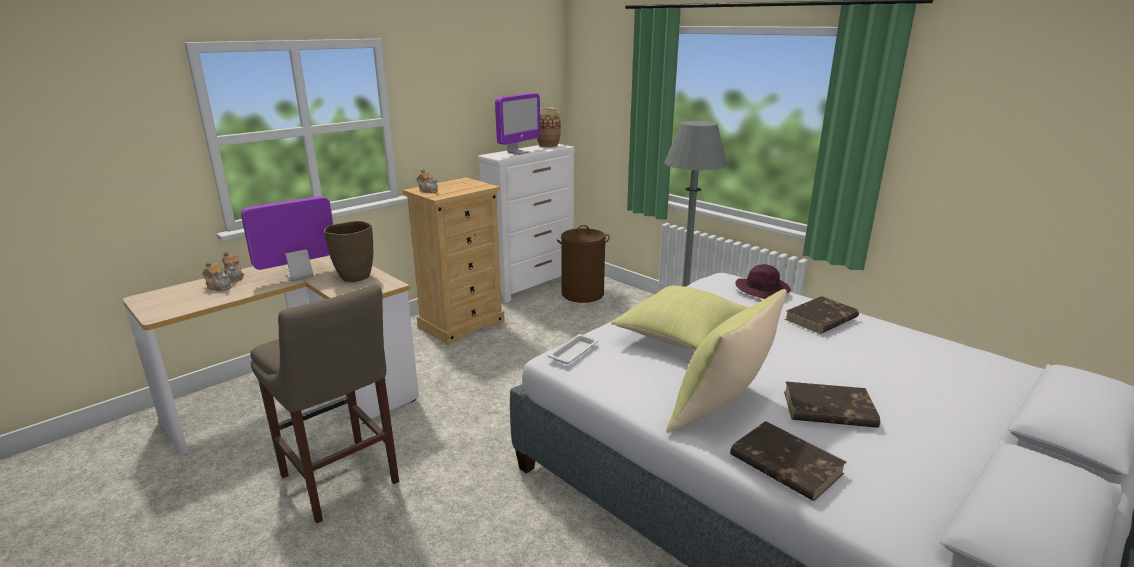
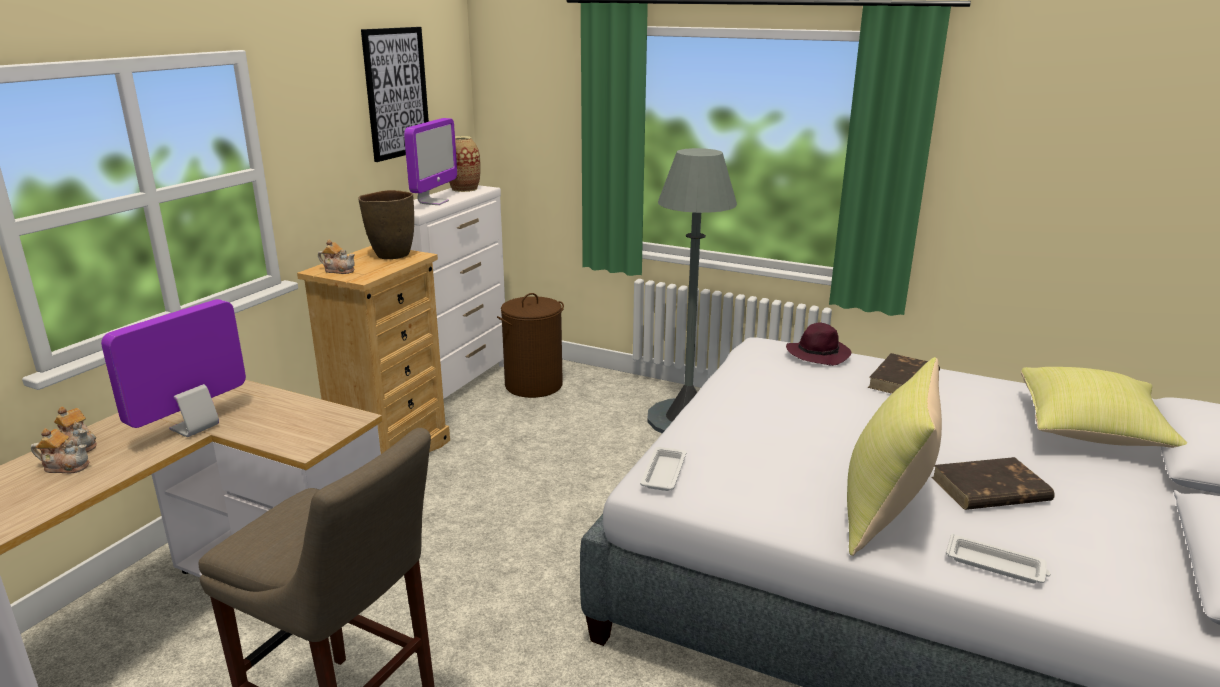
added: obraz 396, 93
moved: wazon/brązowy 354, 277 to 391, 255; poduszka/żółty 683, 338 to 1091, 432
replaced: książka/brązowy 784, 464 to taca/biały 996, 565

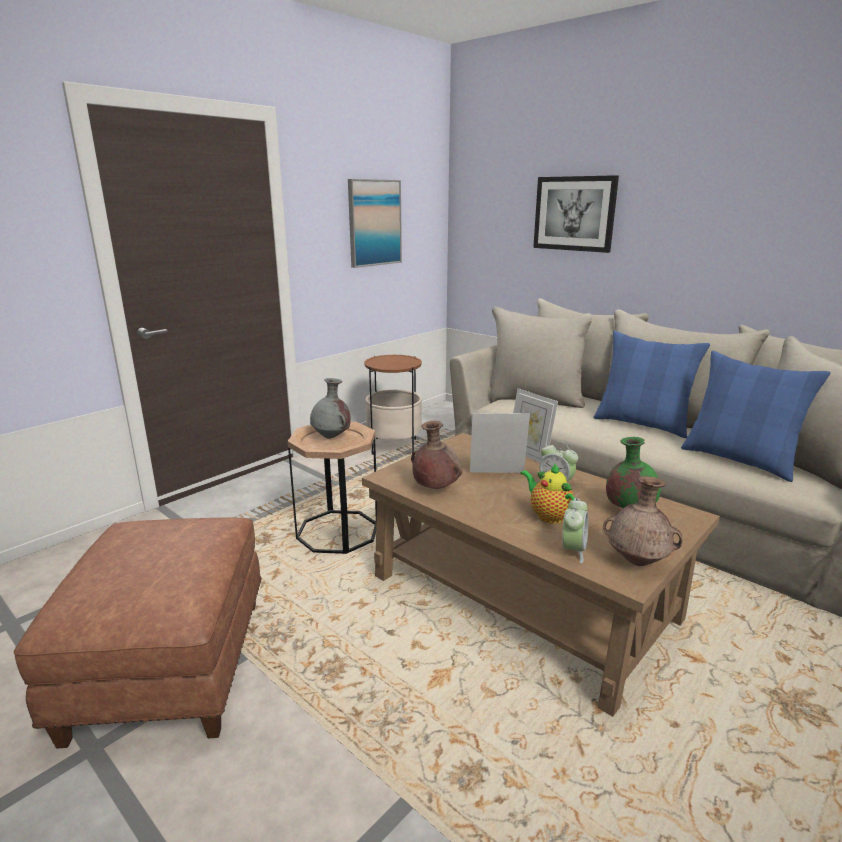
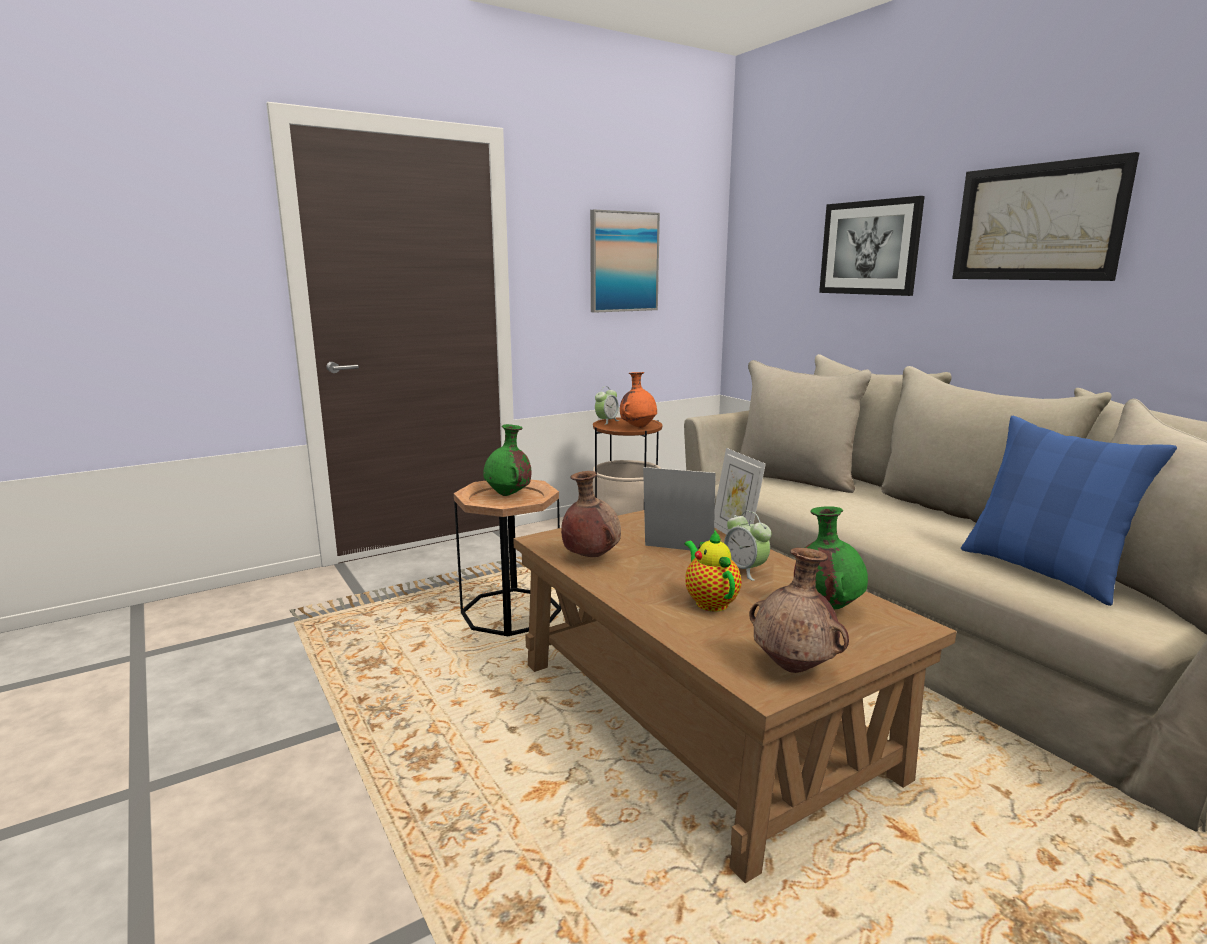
removed: pufa/brązowy 169, 665; poduszka/niebieski 642, 424
added: wazon/pomarańczowy 638, 427; obraz 1037, 222
moved: budzik 573, 550 to 606, 421
recoloured: wazon/szary 332, 437 to wazon/zielony 509, 495

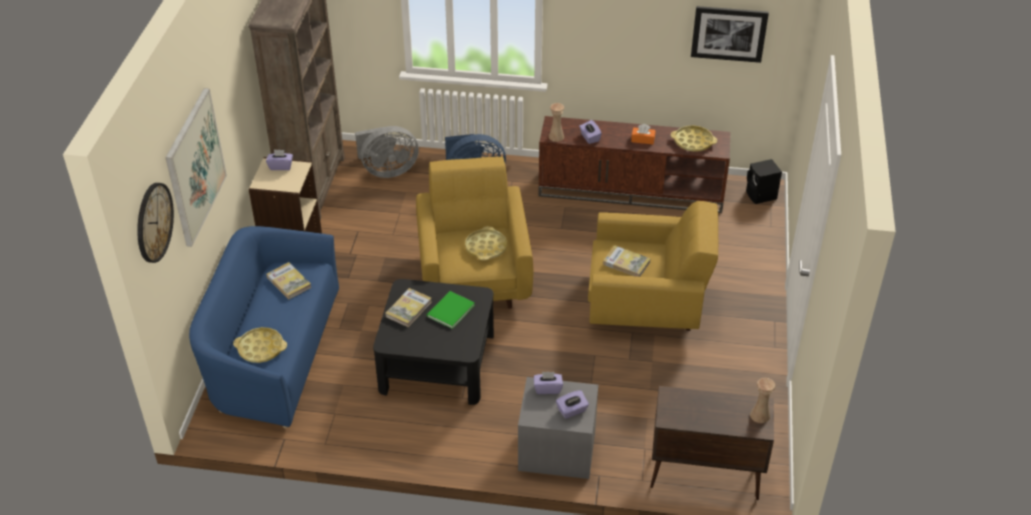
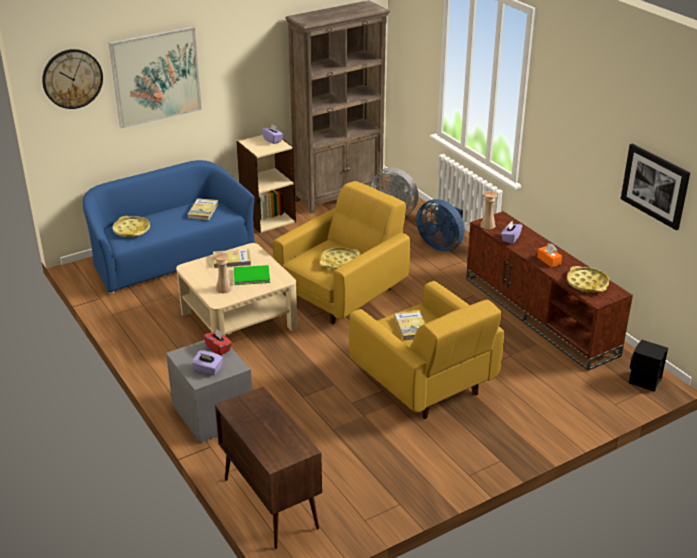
moved: wazon/beżowy 760, 415 to 224, 288
recoloured: ława/czarny 436, 361 to ława/beżowy 239, 319; pudełko chusteczek/fioletowy 547, 388 to pudełko chusteczek/czerwony 218, 348

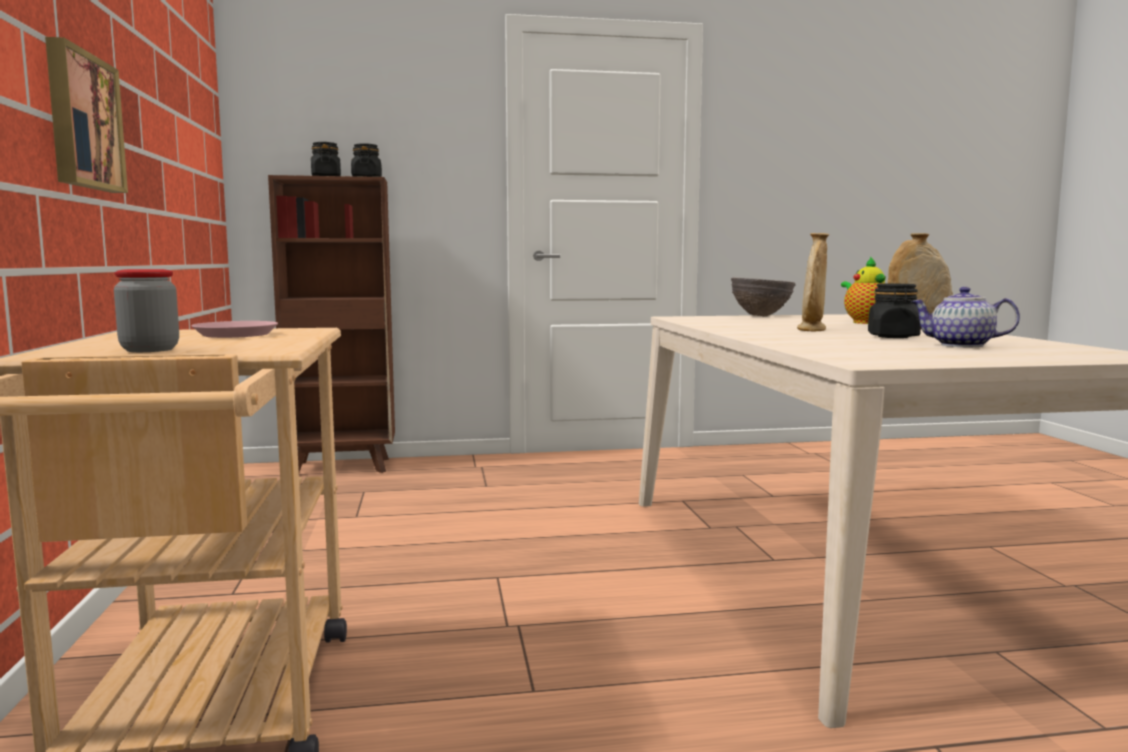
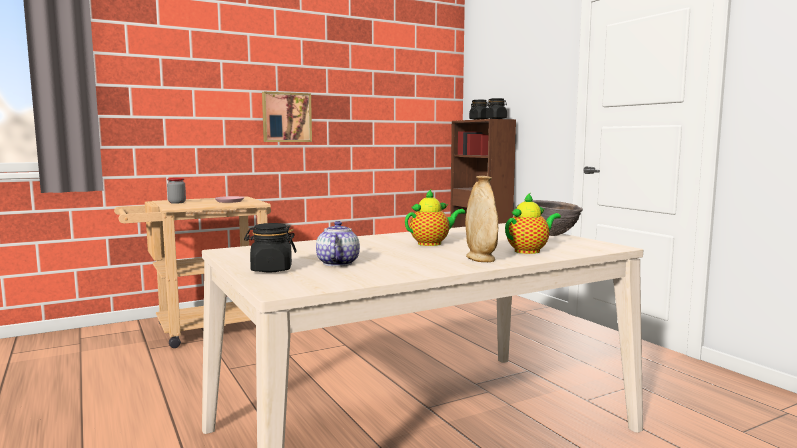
moved: słoik/czarny 893, 337 to 271, 269
replaced: wazon/beżowy 811, 329 to imbryk 432, 243

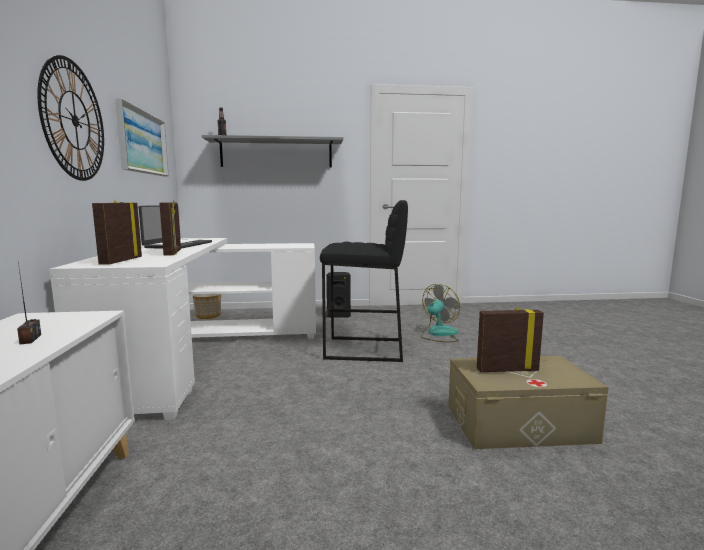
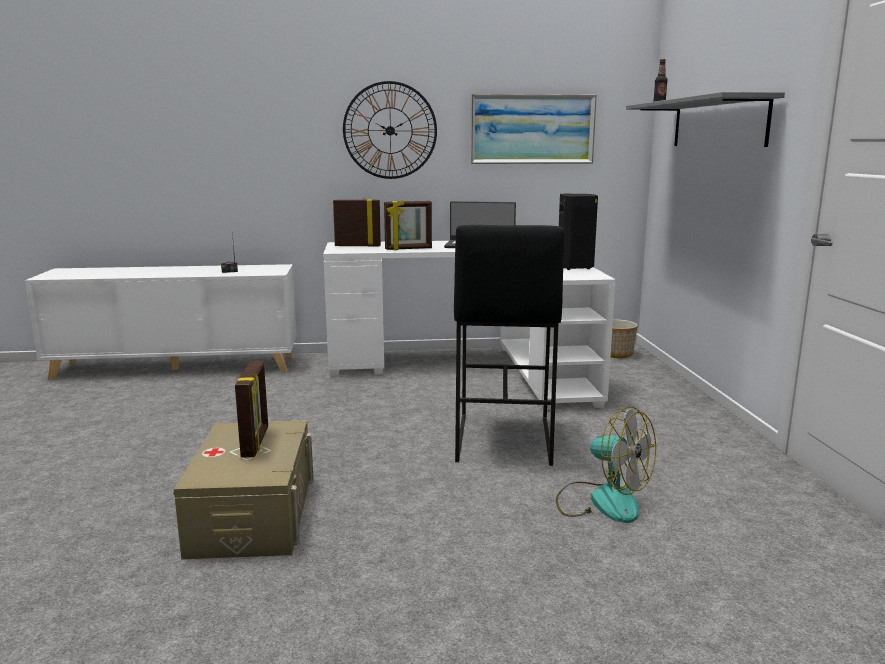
moved: głośnik/czarny 338, 315 to 575, 267

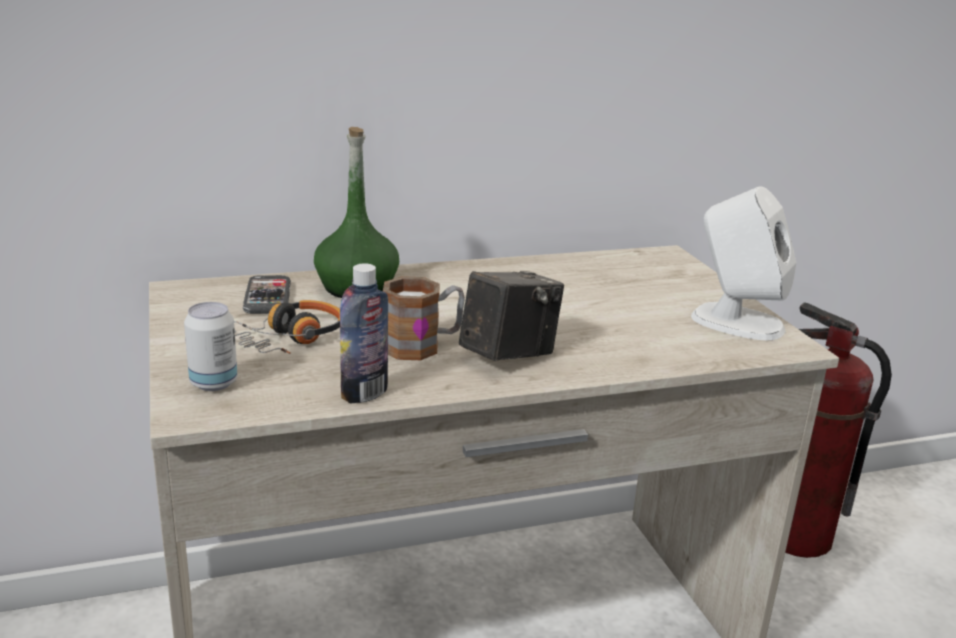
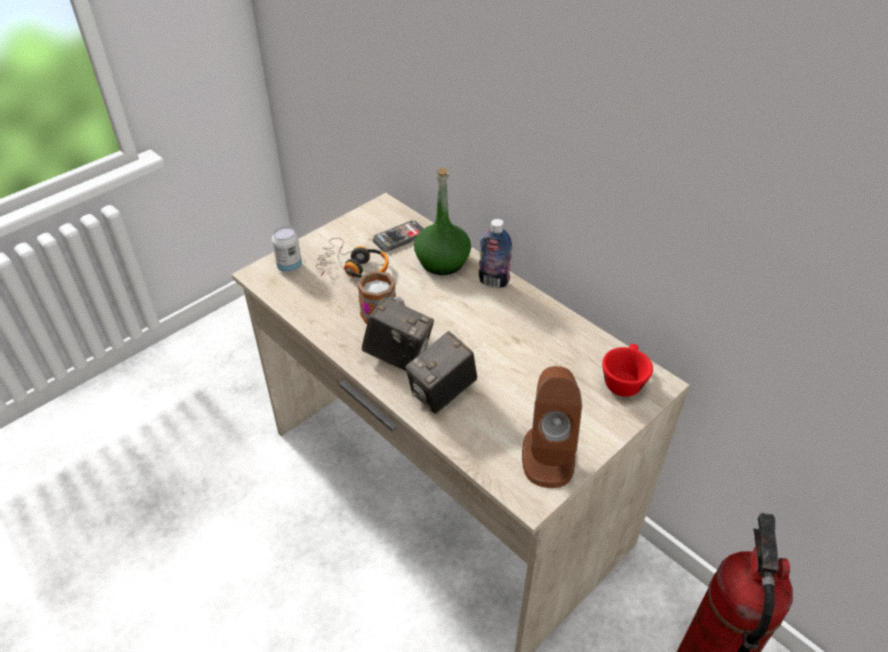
added: aparat fotograficzny 442, 393; filiżanka/czerwony 623, 380
moved: butelka 364, 393 to 493, 282
recoloured: głośnik/biały 736, 322 to głośnik/brązowy 548, 454

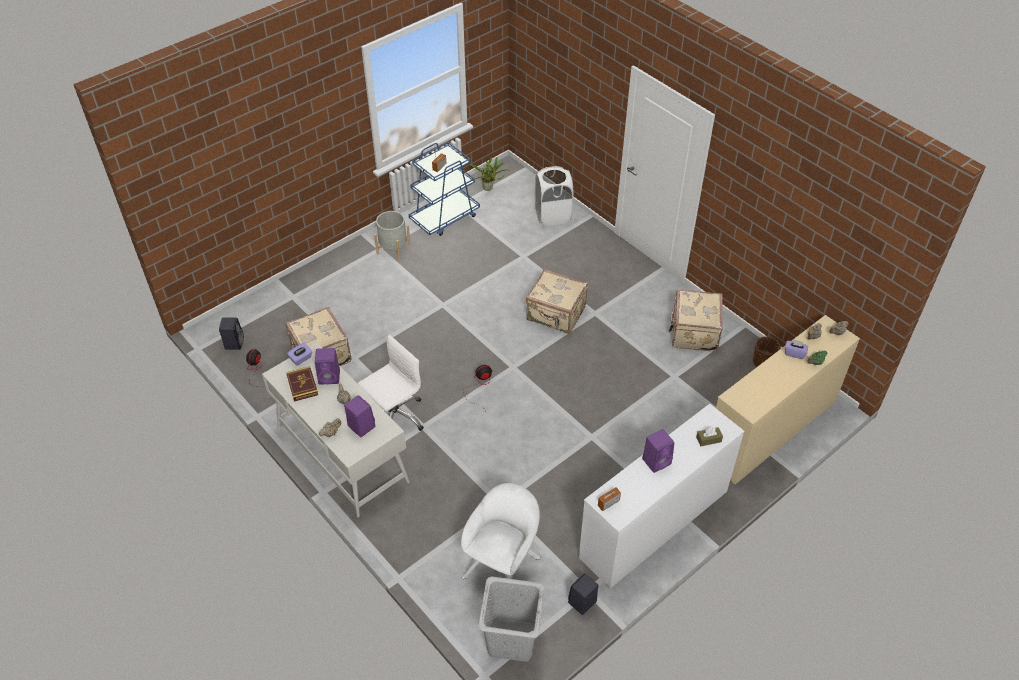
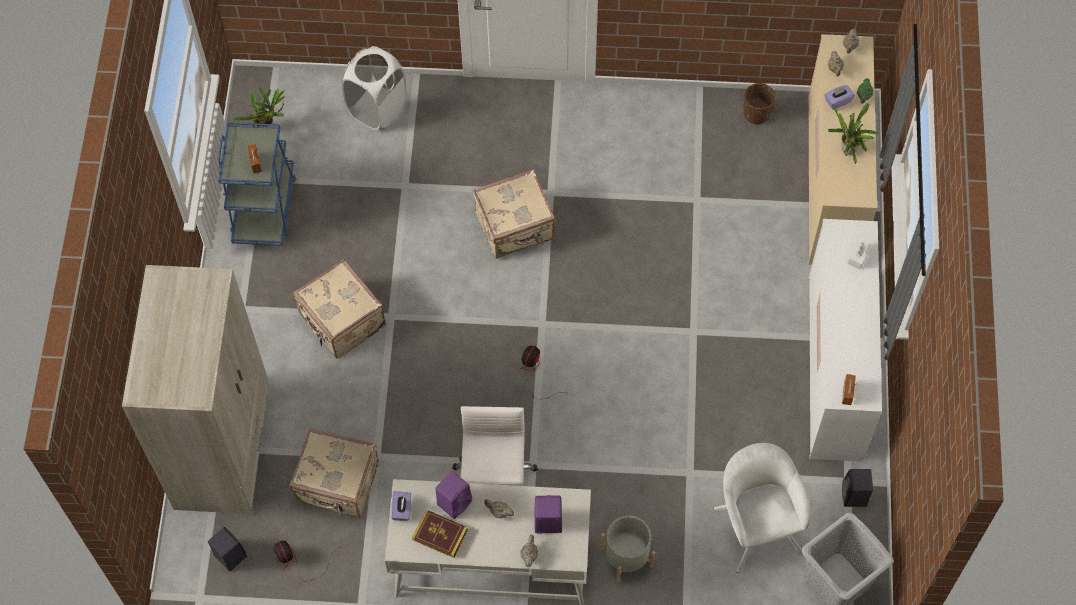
removed: głośnik/fioletowy 657, 461
added: szafa/beżowy 223, 446; roślina doniczkowa 848, 151
moved: donica/szary 393, 249 to 626, 557; walizka/beżowy 693, 332 to 341, 321
recoloured: pudełko chusteczek/brązowy 708, 439 to pudełko chusteczek/biały 859, 256

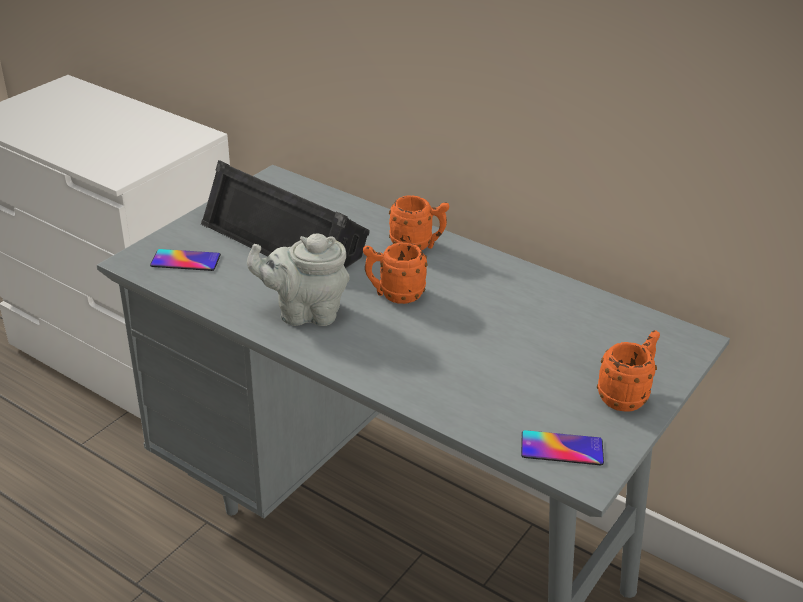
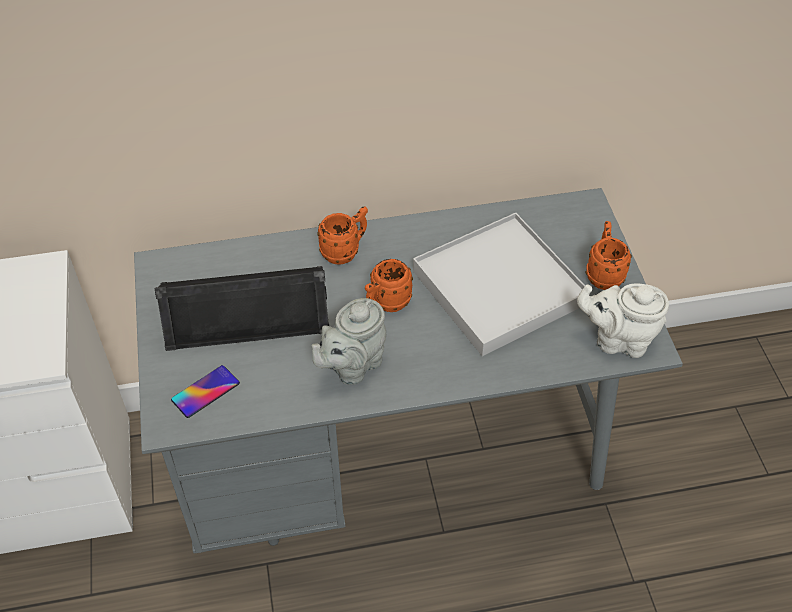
added: taca/biały 499, 288
replaced: telefon 562, 448 to imbryk/biały 618, 339

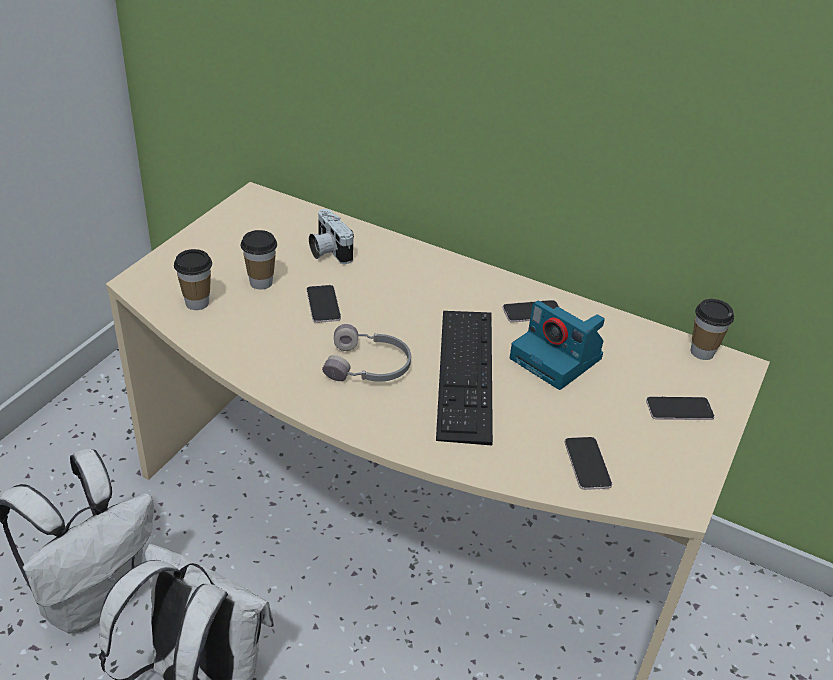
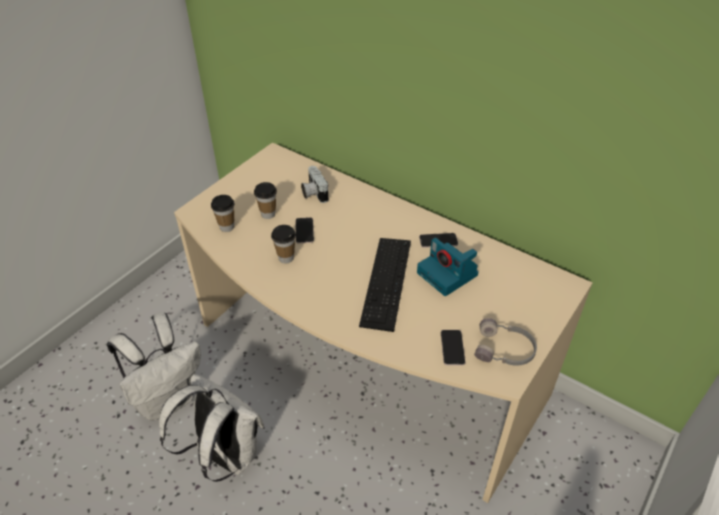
removed: telefon 679, 409
moved: słuchawki/szary 368, 367 to 504, 350; filiżanka 702, 352 to 286, 258

